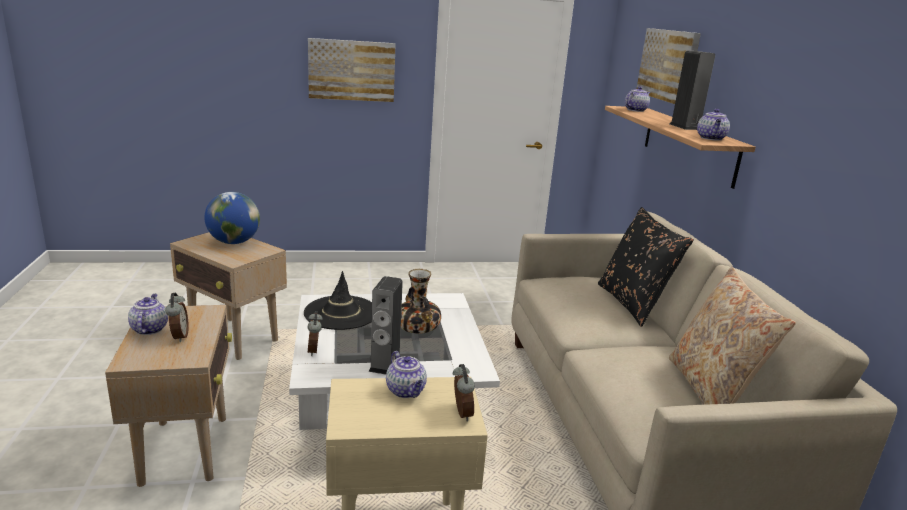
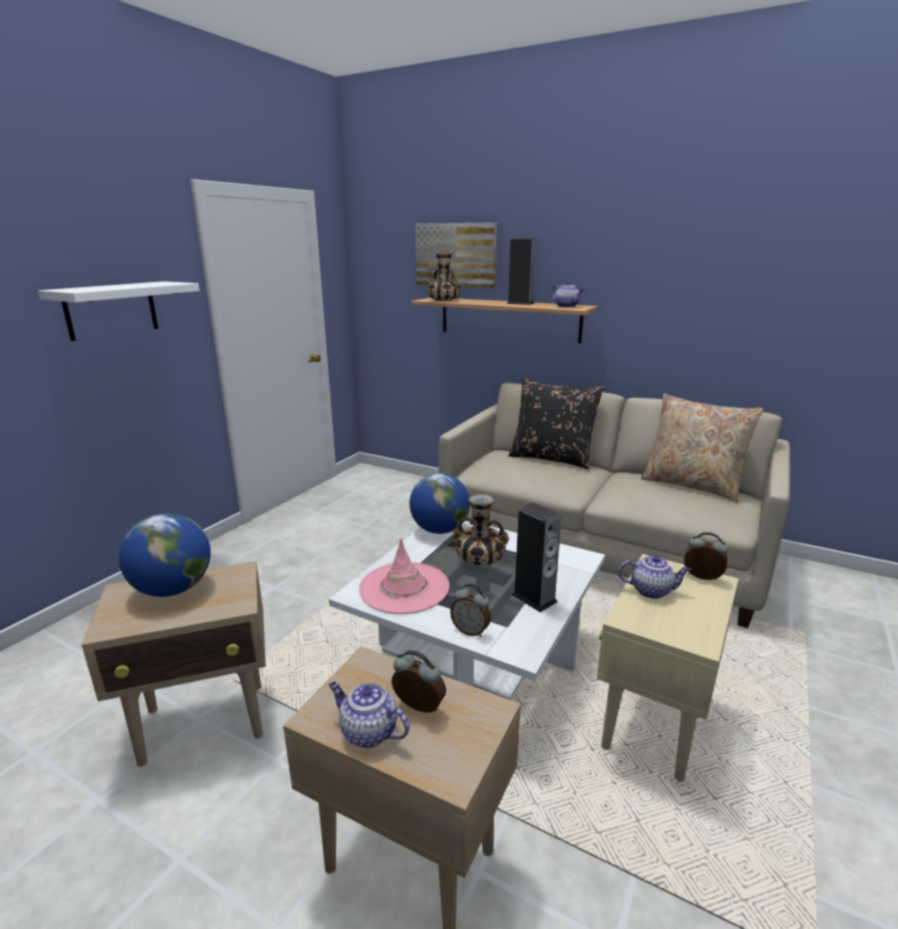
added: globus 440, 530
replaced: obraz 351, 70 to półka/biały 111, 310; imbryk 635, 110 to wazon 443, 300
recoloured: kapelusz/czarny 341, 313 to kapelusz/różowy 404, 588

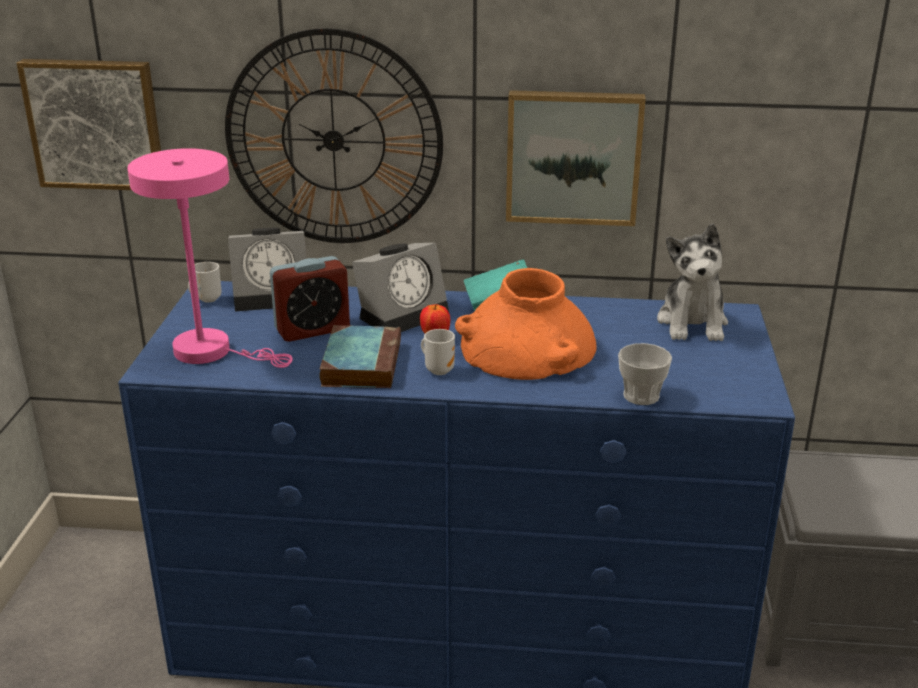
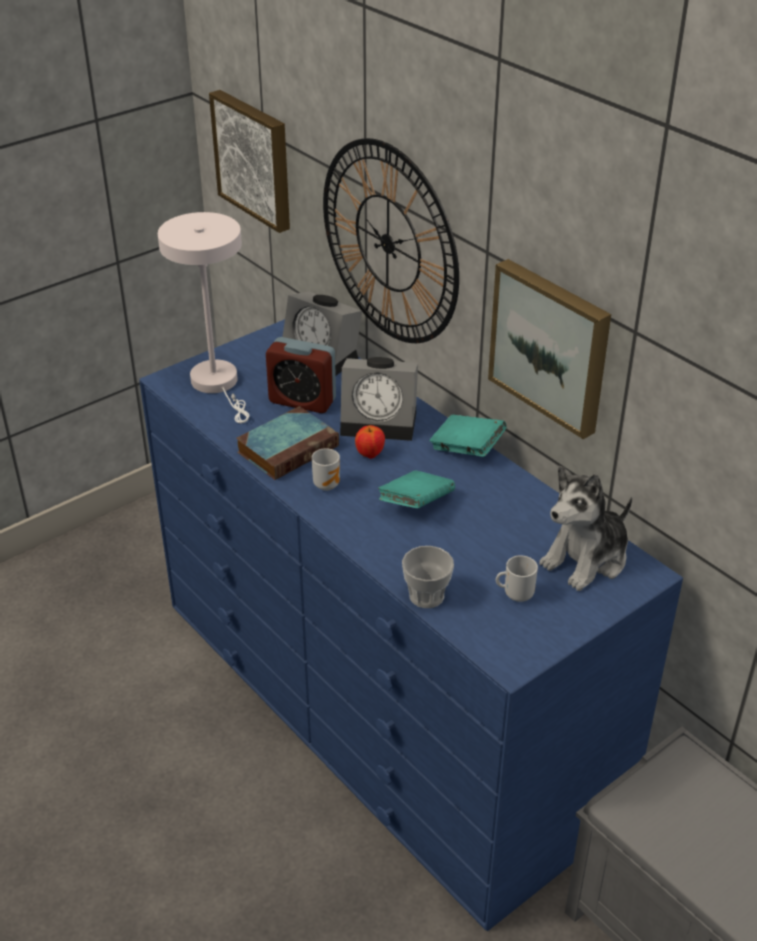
moved: kubek 206, 299 to 516, 595
replaced: wazon/pomarańczowy 527, 349 to książka/turkusowy 416, 504
recoloured: lampa stołowa/różowy 212, 352 to lampa stołowa/biały 218, 384

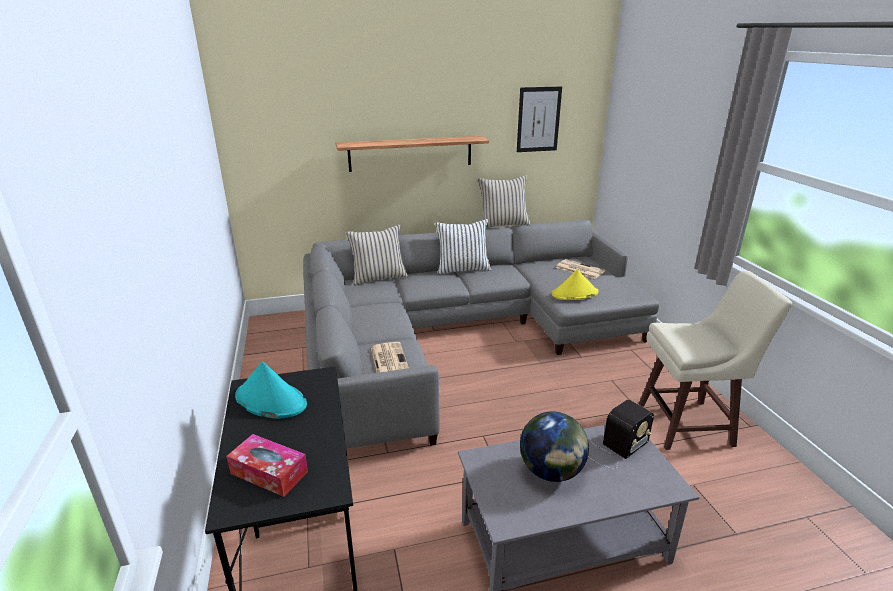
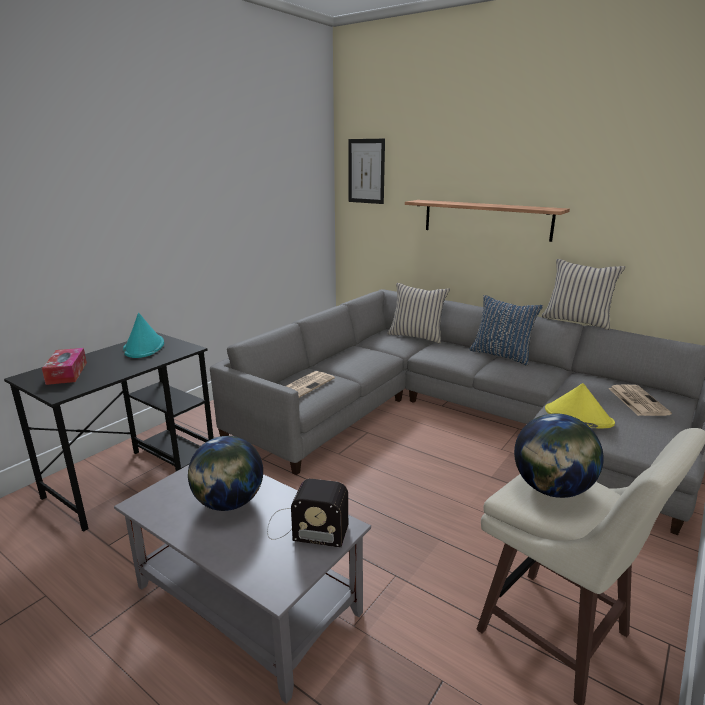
added: globus 551, 489
moved: obraz 538, 119 to 366, 171
recoloured: poduszka/biały 462, 269 to poduszka/niebieski 501, 355

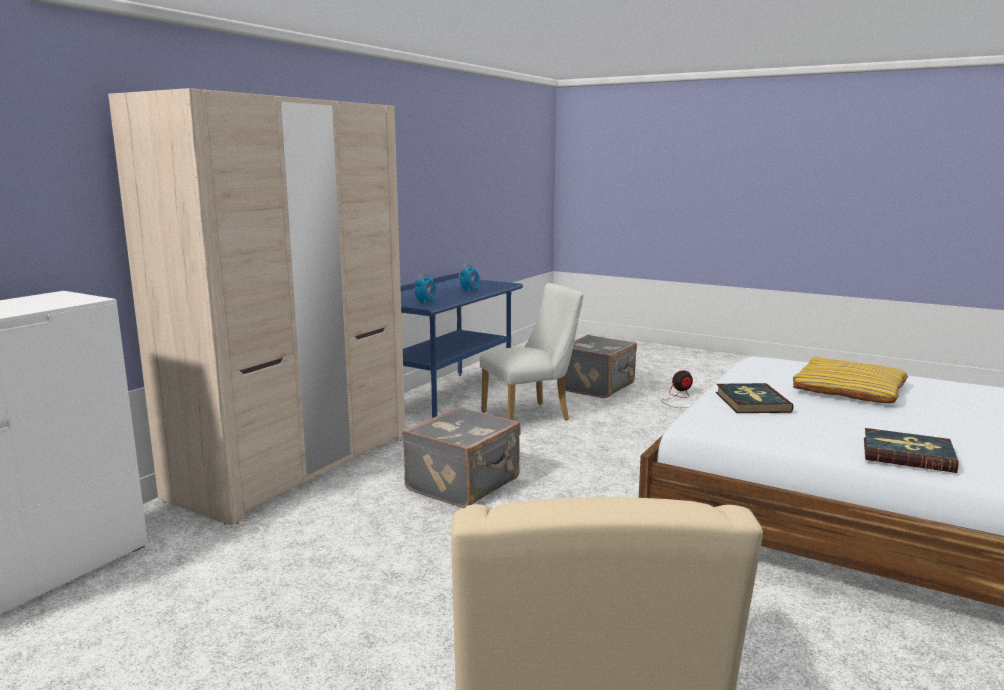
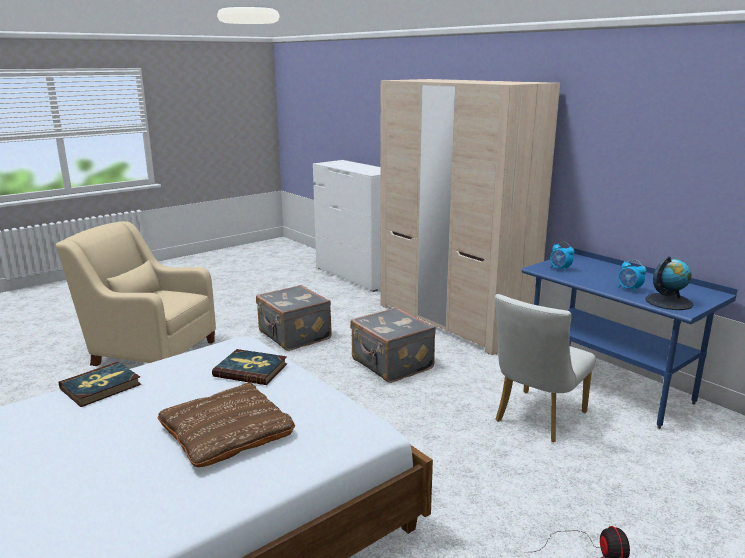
added: globus 668, 302
moved: walizka/szary 597, 387 to 293, 336
recoloured: poduszka/żółty 849, 389 to poduszka/brązowy 226, 432
turned: krzesło/biały 531, 415 = 536, 419 45 degrees clockwise

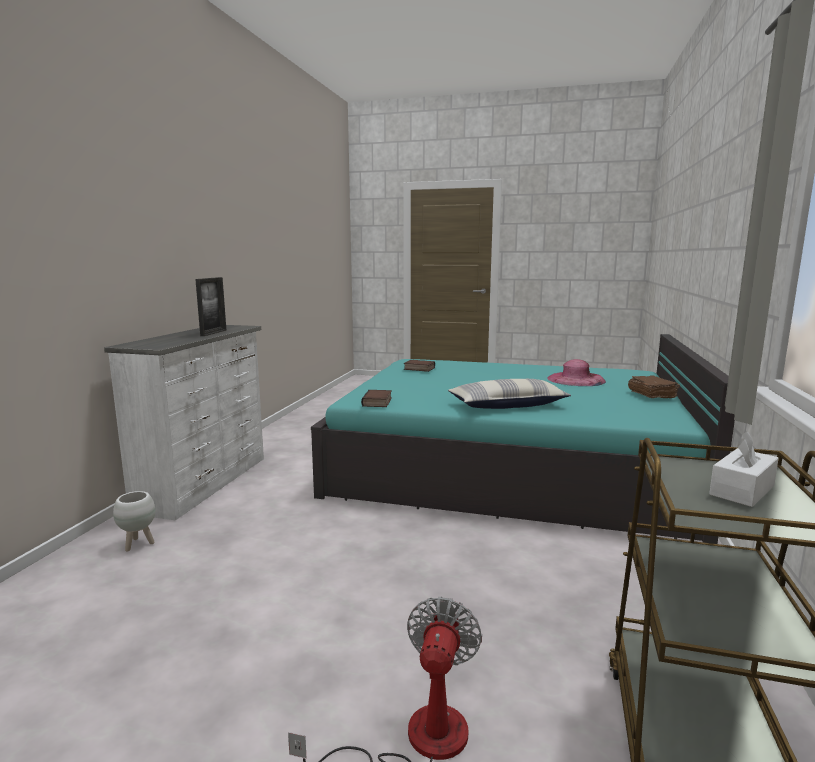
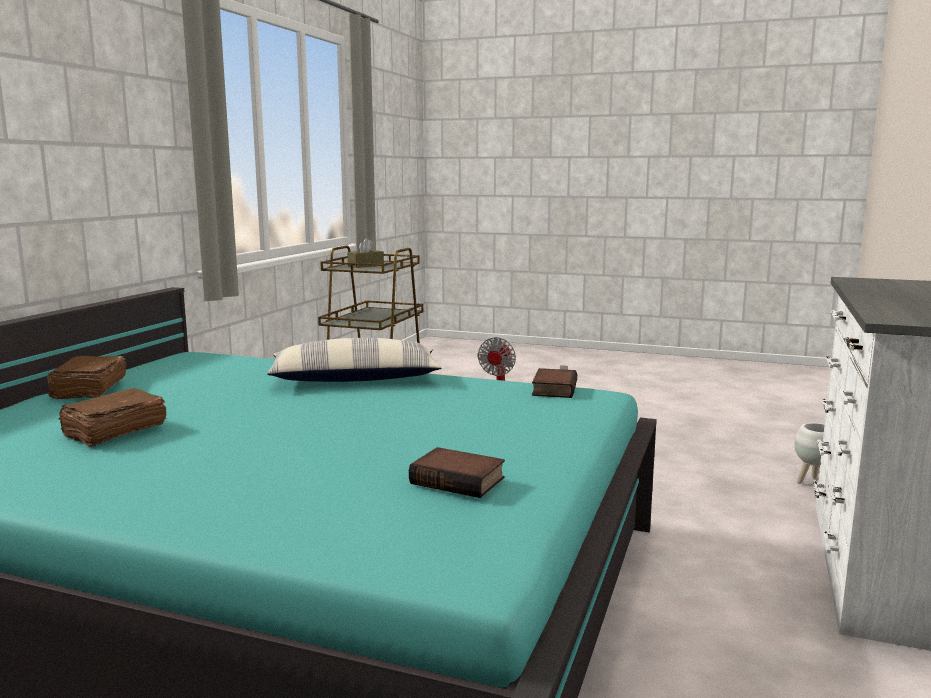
removed: ramka na zdjęcie 213, 333
replaced: kapelusz/różowy 576, 379 to książka/brązowy 114, 432
recoloured: pudełko chusteczek/biały 742, 490 to pudełko chusteczek/brązowy 365, 265

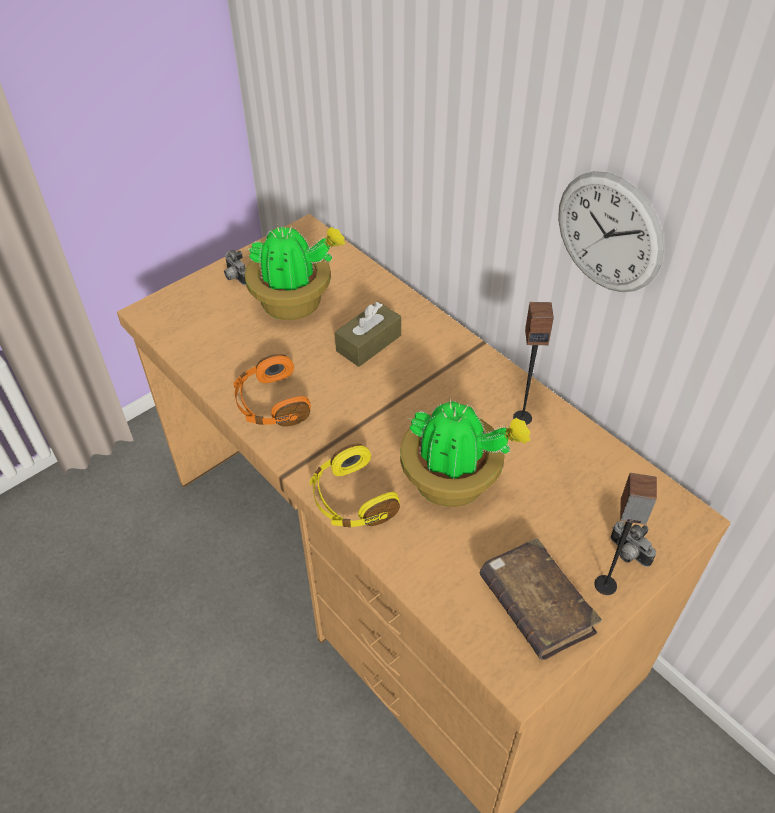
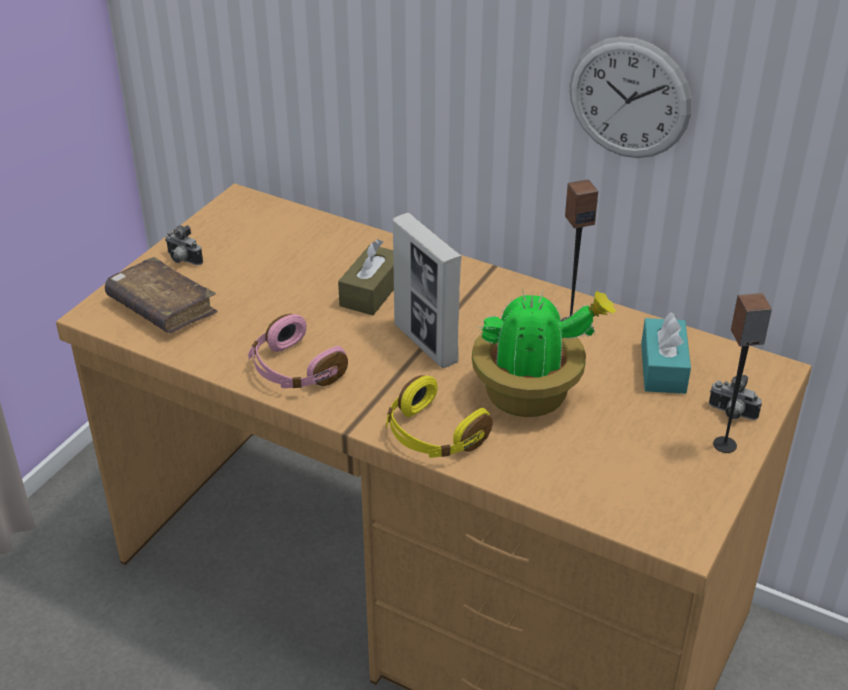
removed: roślina doniczkowa 295, 303
added: ramka na zdjęcie 426, 343; pudełko chusteczek/turkusowy 663, 368
moved: książka/brązowy 536, 606 to 162, 307
recoloured: słuchawki/pomarańczowy 271, 404 to słuchawki/różowy 294, 370

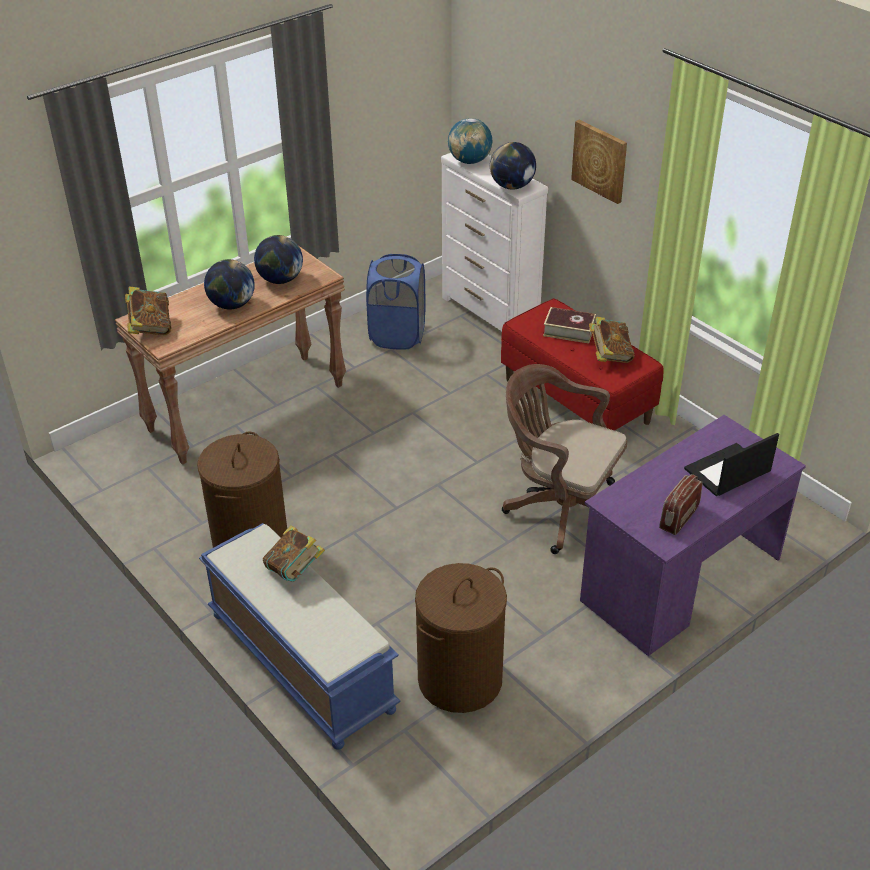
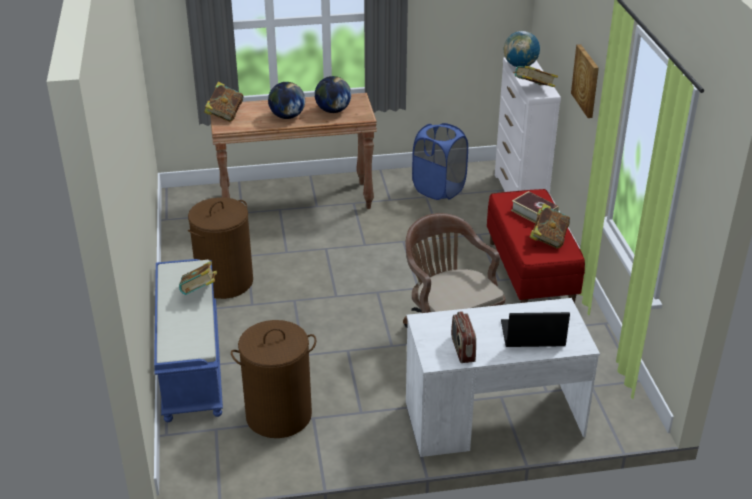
replaced: globus 512, 186 to książka 533, 89
recoloured: biurko/fioletowy 680, 580 to biurko/biały 493, 419
turned: radio 678, 518 = 462, 349 75 degrees counterclockwise

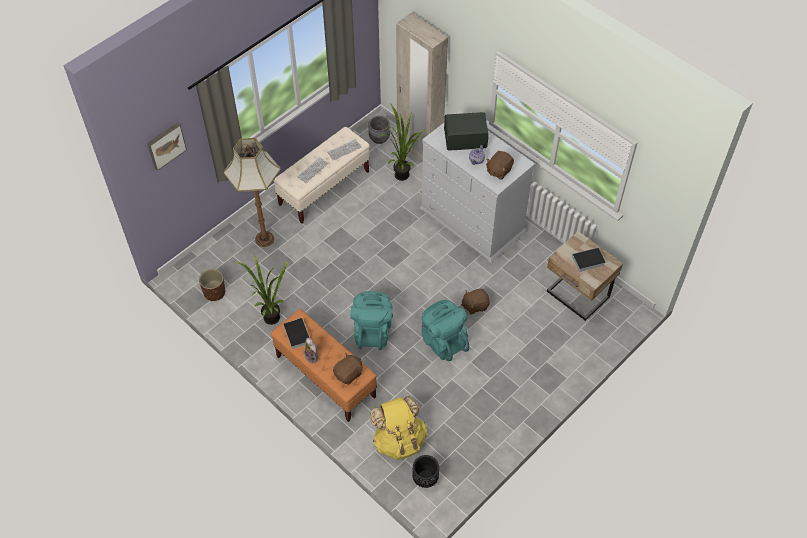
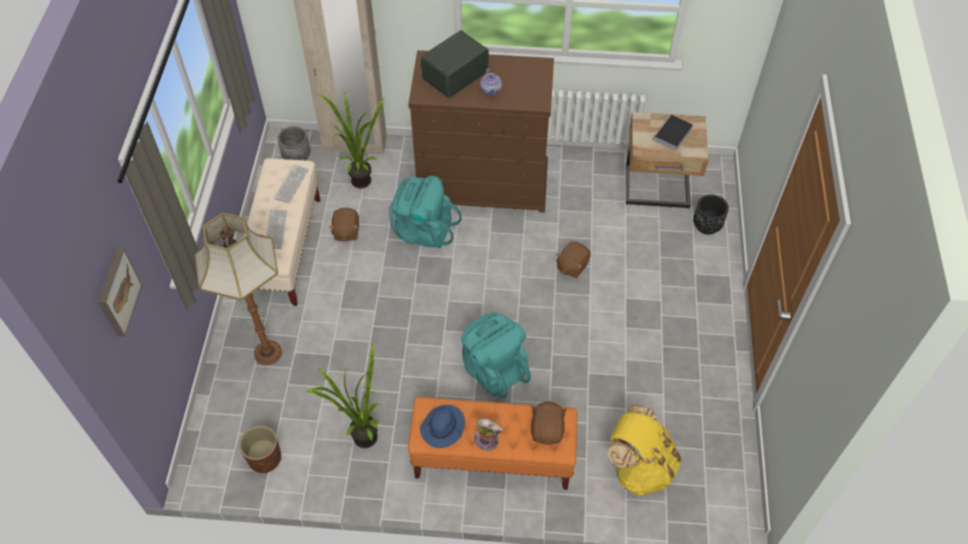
moved: donica/czarny 425, 478 to 707, 226; plecak/turkusowy 443, 340 to 423, 230; pluszak/brązowy 498, 170 to 346, 232
replaced: książka 296, 334 to kapelusz/niebieski 442, 428
recoloured: komoda/biały 472, 221 to komoda/brązowy 483, 181

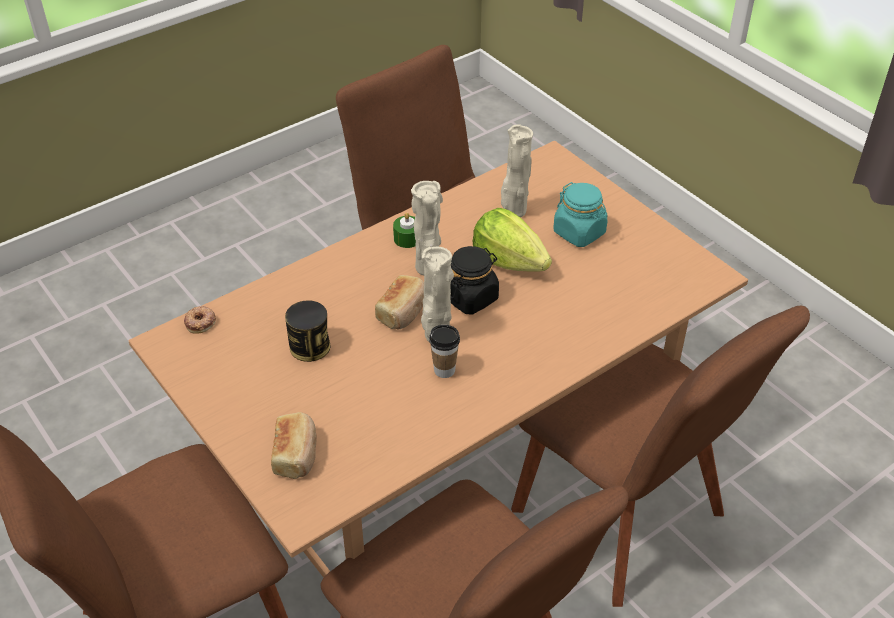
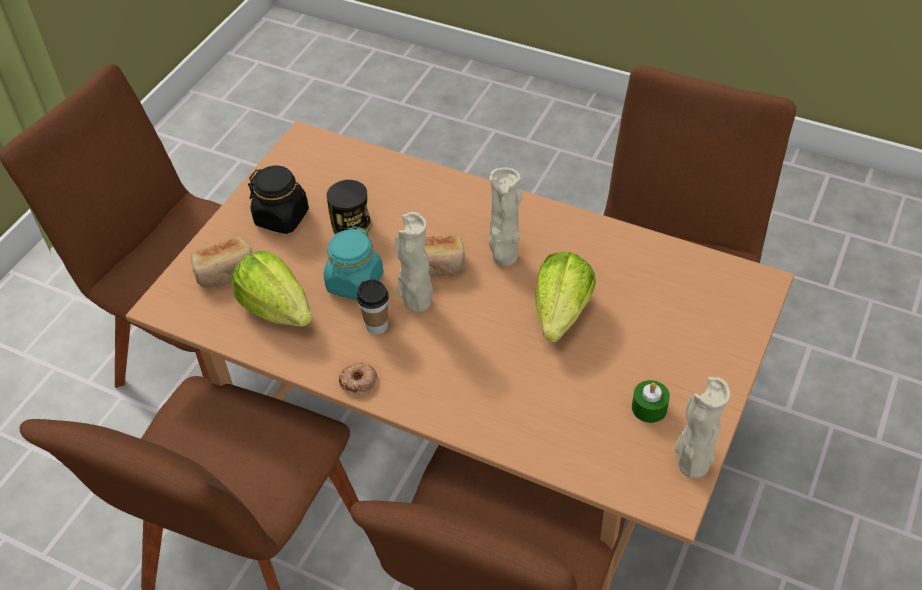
added: sałata 277, 308
moved: donut 200, 322 to 358, 381; świeca/zielony 407, 238 to 649, 408; słoik/czarny 470, 297 to 282, 217; wazon/beżowy 514, 211 to 691, 465; słoik/turkusowy 579, 233 to 355, 283

